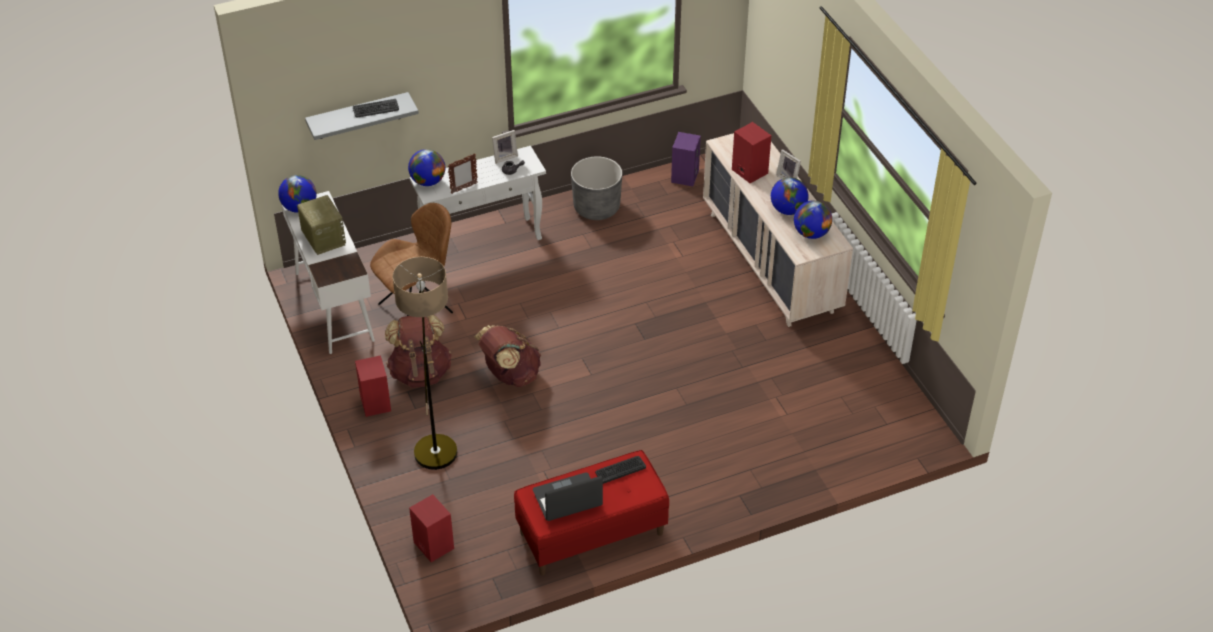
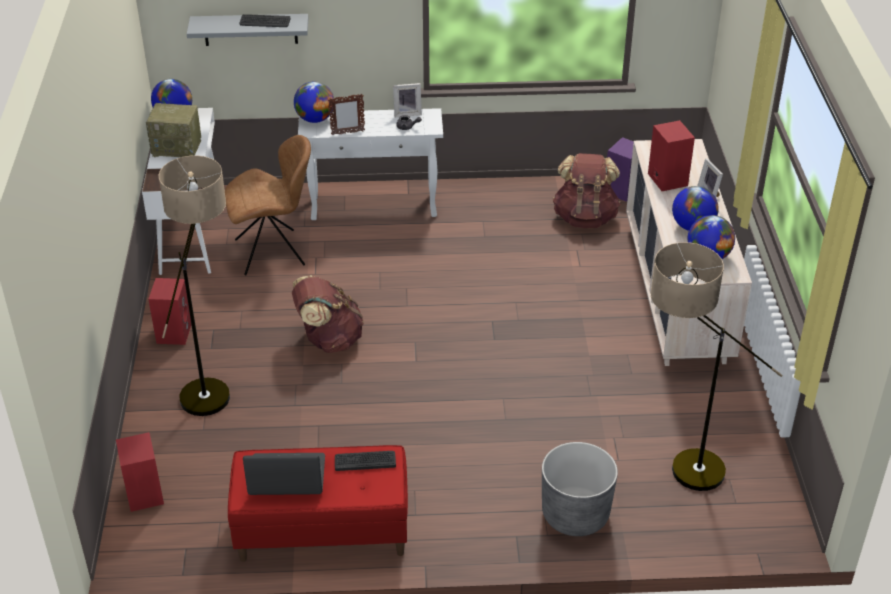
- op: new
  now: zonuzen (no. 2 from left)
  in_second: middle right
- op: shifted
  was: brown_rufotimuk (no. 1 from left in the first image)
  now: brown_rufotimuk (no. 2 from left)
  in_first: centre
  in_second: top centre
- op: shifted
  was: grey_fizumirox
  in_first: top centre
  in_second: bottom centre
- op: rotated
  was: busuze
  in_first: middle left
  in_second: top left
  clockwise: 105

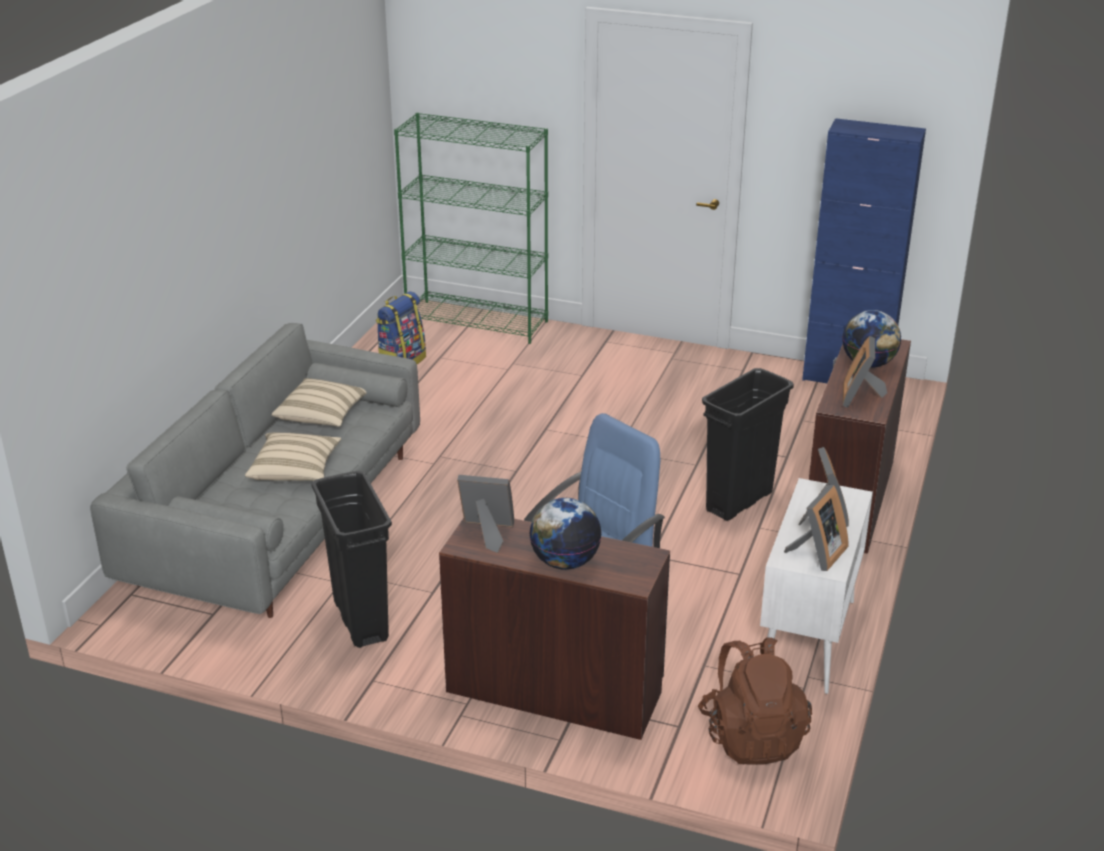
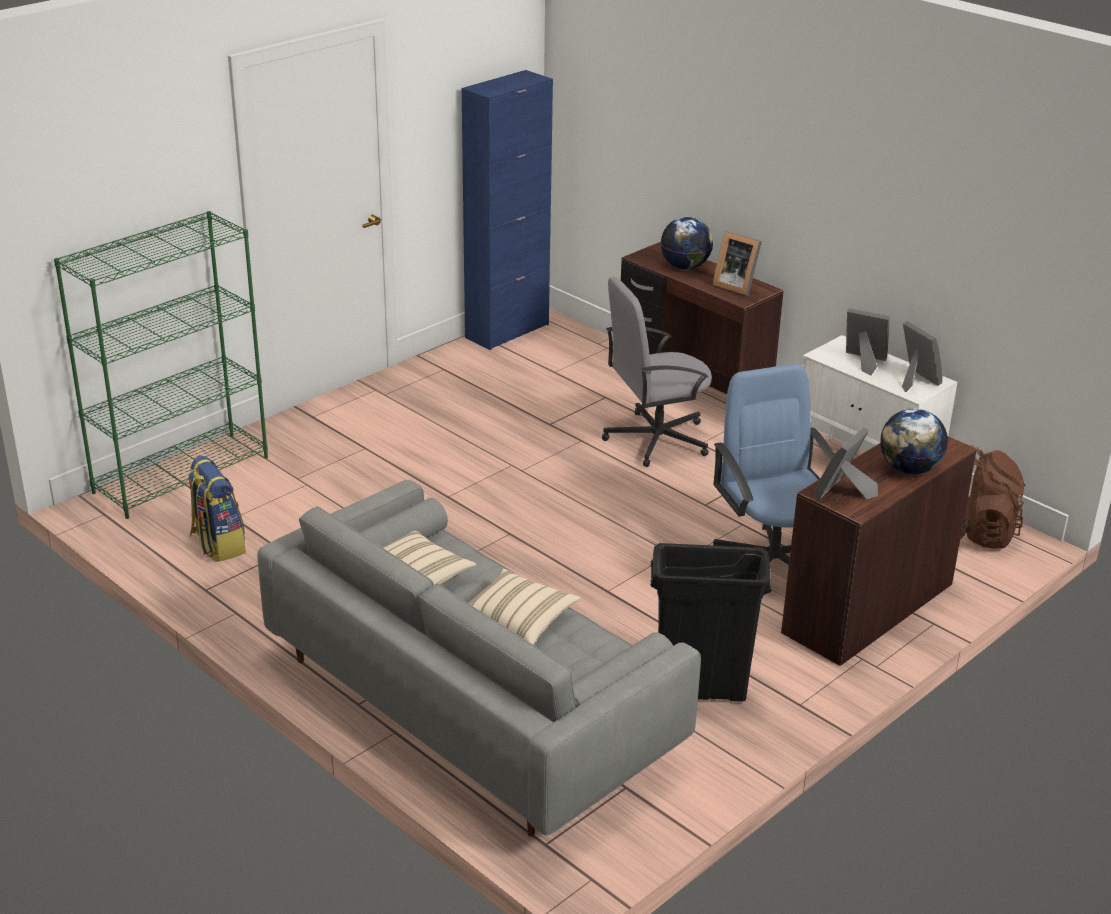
- op: swapped
  was: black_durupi (no. 2 from left)
  now: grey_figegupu
  in_first: middle right
  in_second: centre

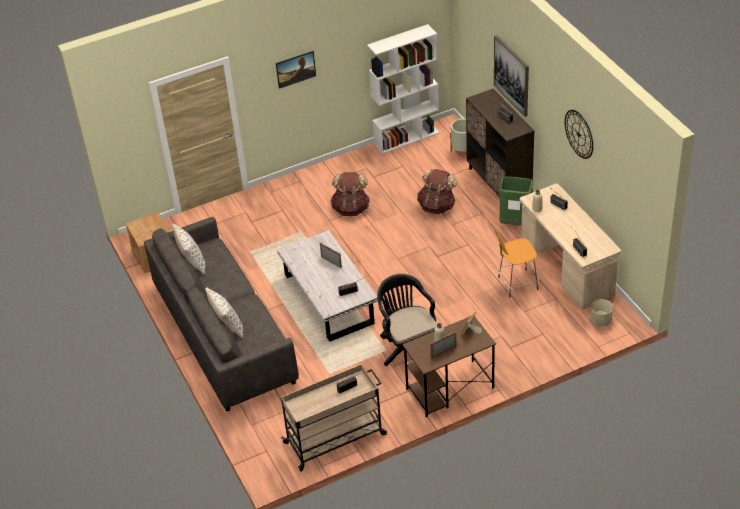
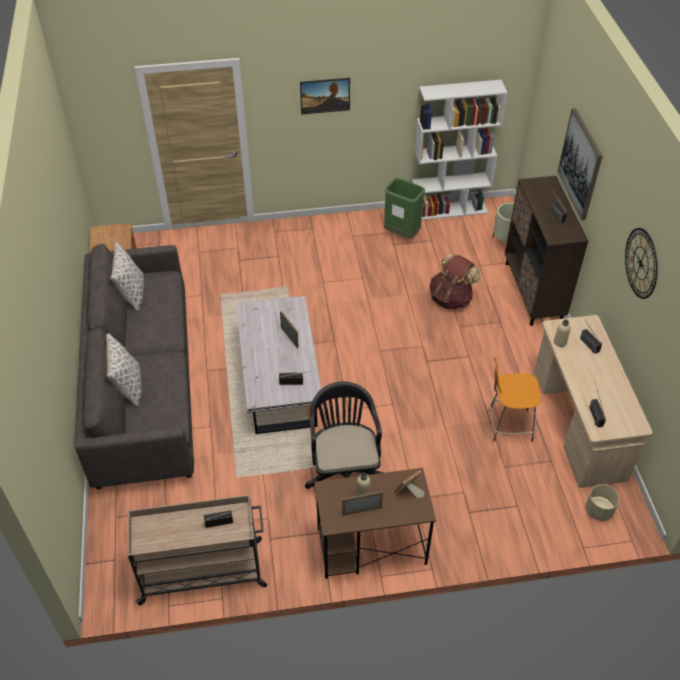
- op: gone
  was: brown_rufotimuk (no. 1 from left)
  in_first: centre
- op: shifted
  was: green_durupi
  in_first: middle right
  in_second: top centre

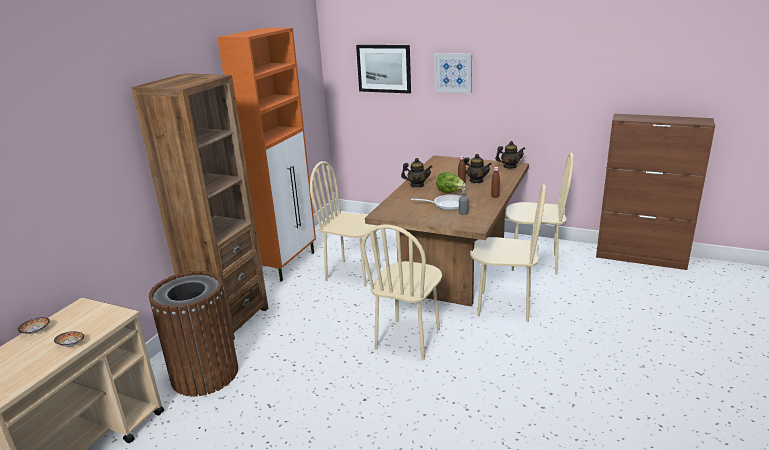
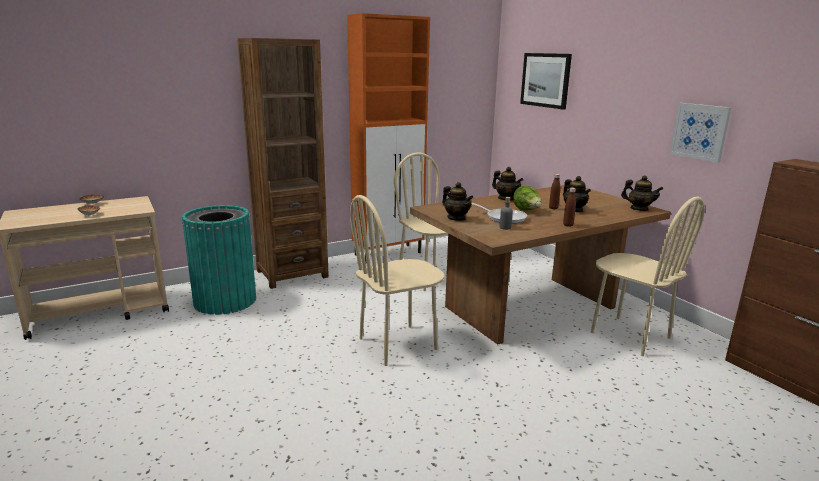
- op: gone
  was: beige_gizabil (no. 3 from left)
  in_first: centre
- op: new
  now: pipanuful (no. 1 from left)
  in_second: centre
- op: shifted
  was: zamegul (no. 2 from left)
  in_first: top centre
  in_second: top right
- op: repainted
  was: brown_durupi
  now: turquoise_durupi
  in_first: bottom left
  in_second: middle left

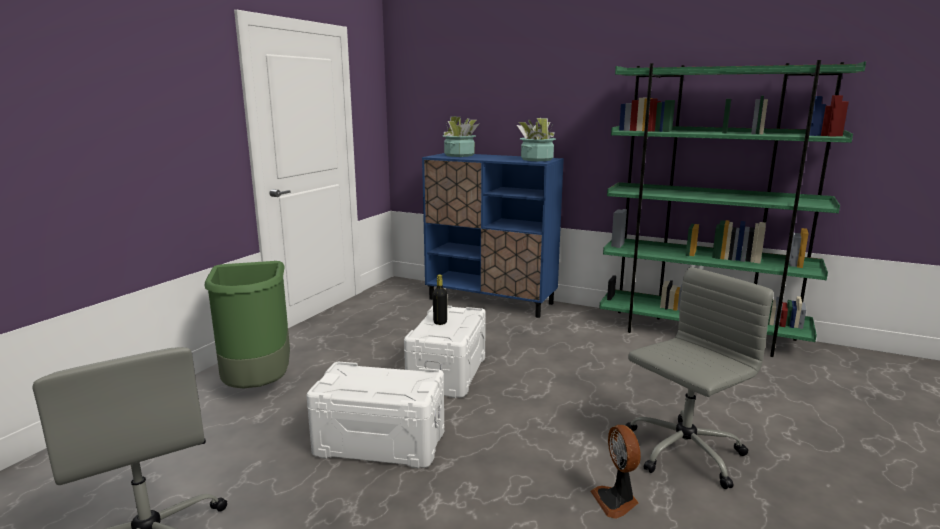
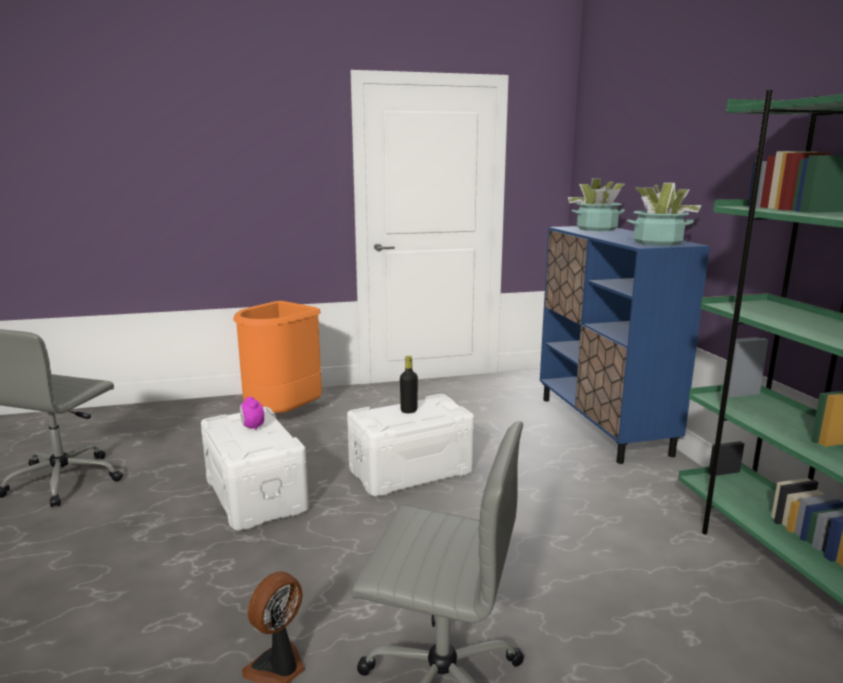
- op: new
  now: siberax
  in_second: middle left
- op: repainted
  was: green_durupi
  now: orange_durupi
  in_first: middle left
  in_second: middle left

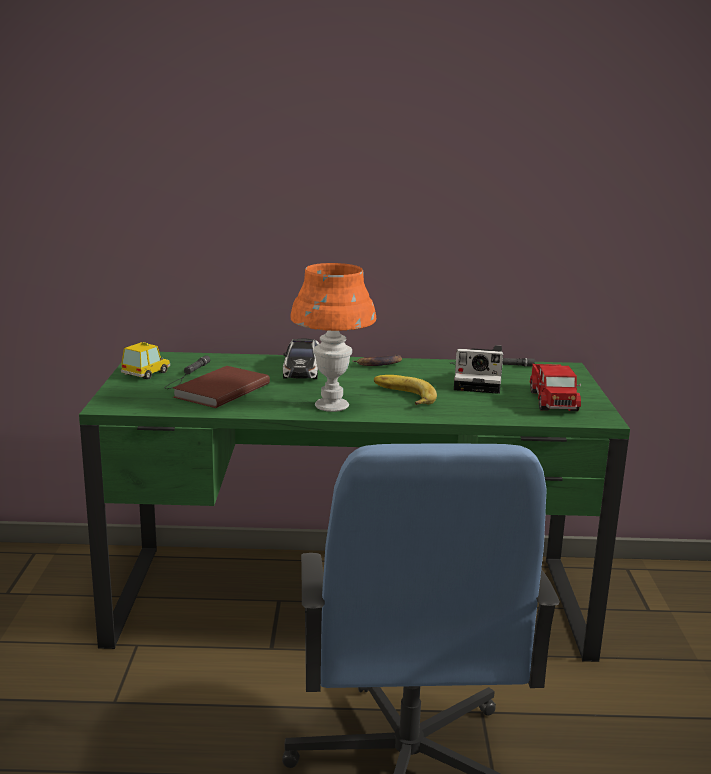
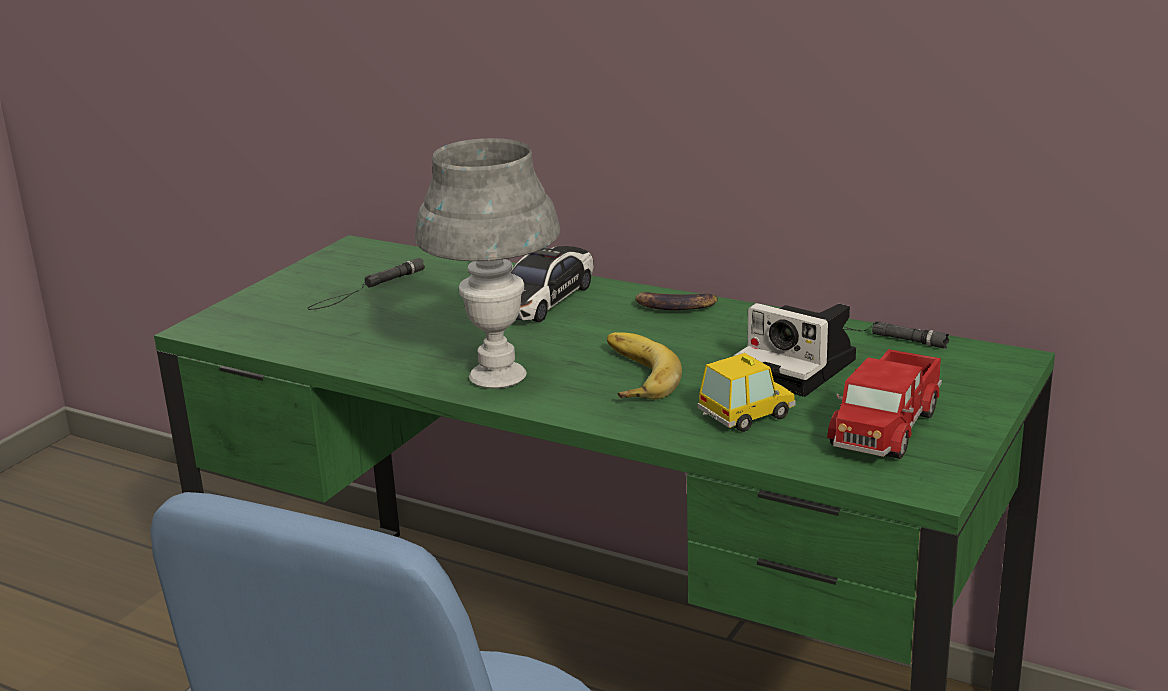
- op: gone
  was: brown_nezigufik
  in_first: middle left
- op: shifted
  was: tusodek (no. 1 from left in the first image)
  now: tusodek (no. 2 from left)
  in_first: middle left
  in_second: centre
- op: repainted
  was: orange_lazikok
  now: grey_lazikok
  in_first: centre
  in_second: centre

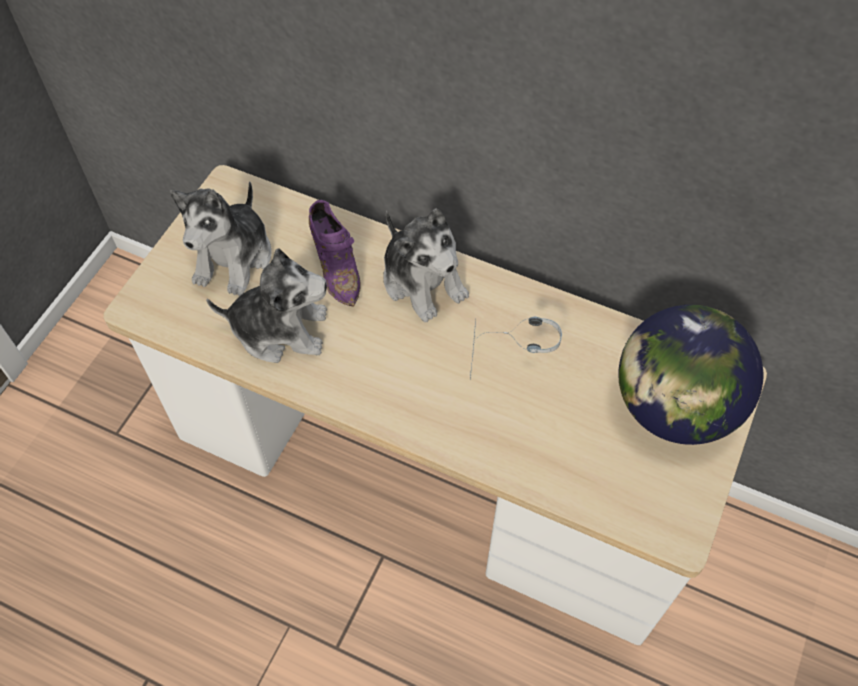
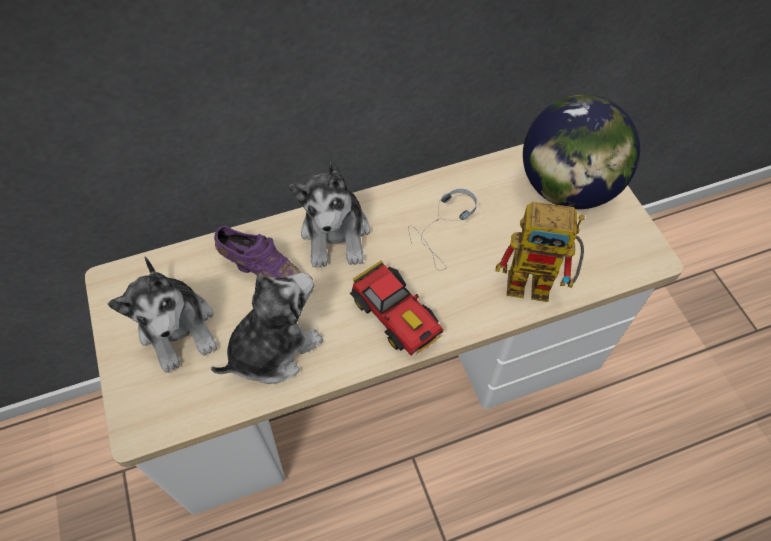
- op: new
  now: tusodek
  in_second: centre
- op: new
  now: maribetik
  in_second: middle right
- op: rotated
  was: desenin (no. 3 from left)
  in_first: centre
  in_second: centre
  clockwise: 75

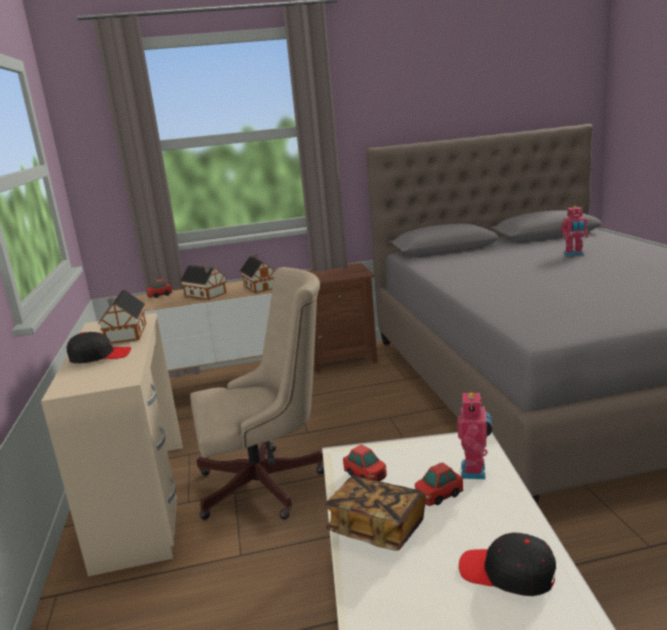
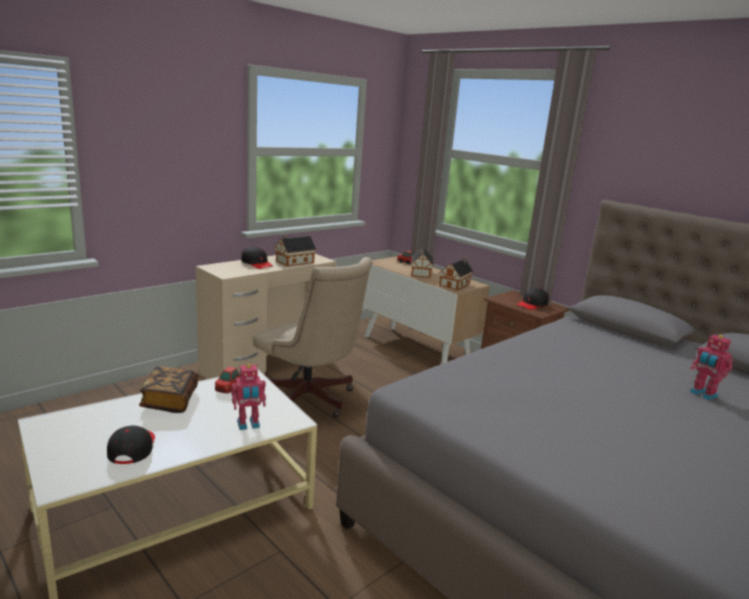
- op: gone
  was: tusodek (no. 3 from left)
  in_first: bottom centre
- op: new
  now: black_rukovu (no. 3 from left)
  in_second: middle right

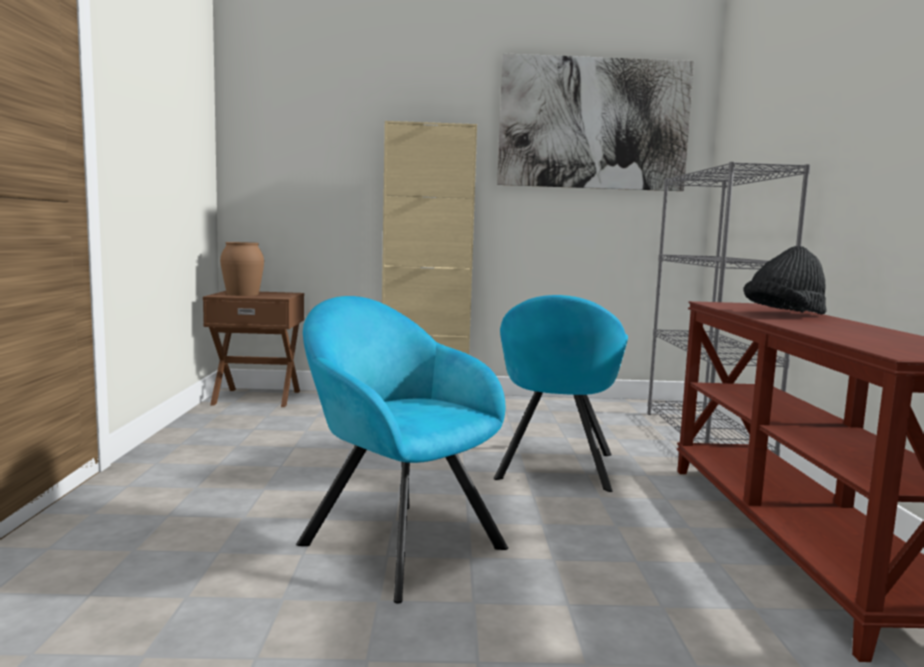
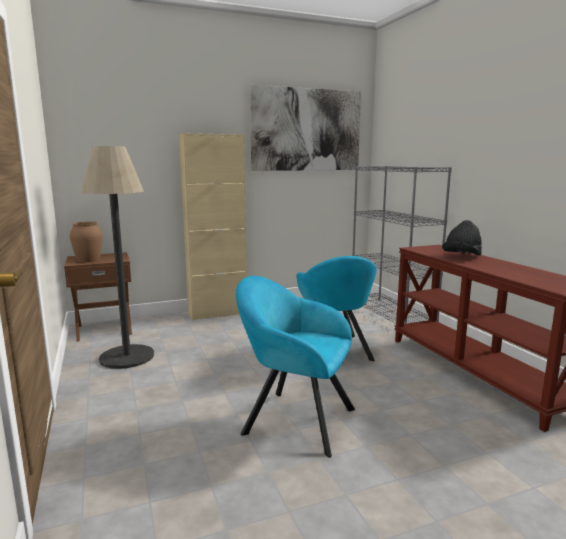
- op: new
  now: zonuzen
  in_second: middle left

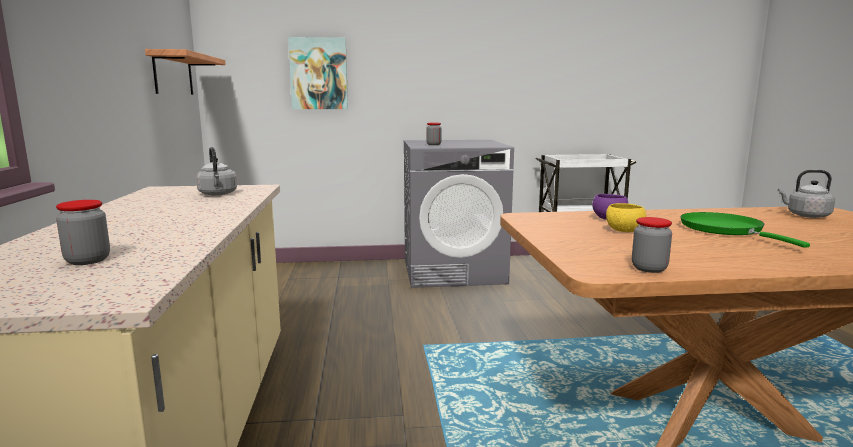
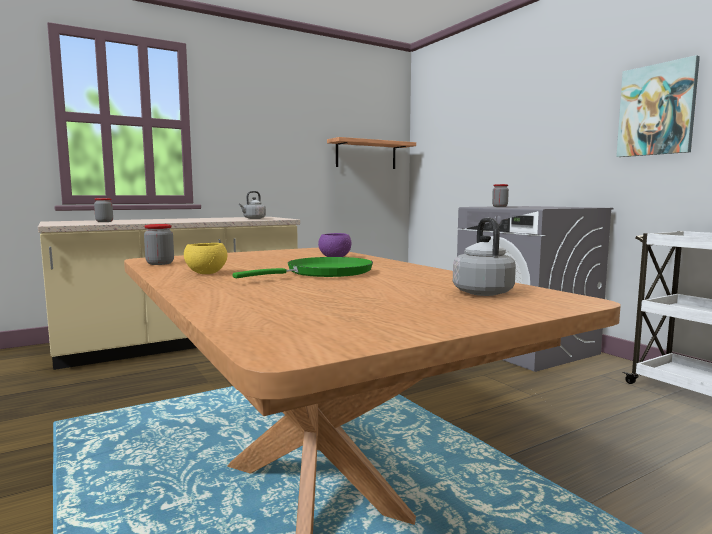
- op: shifted
  was: zamegul
  in_first: top centre
  in_second: top right
- op: shifted
  was: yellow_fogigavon
  in_first: middle right
  in_second: middle left

